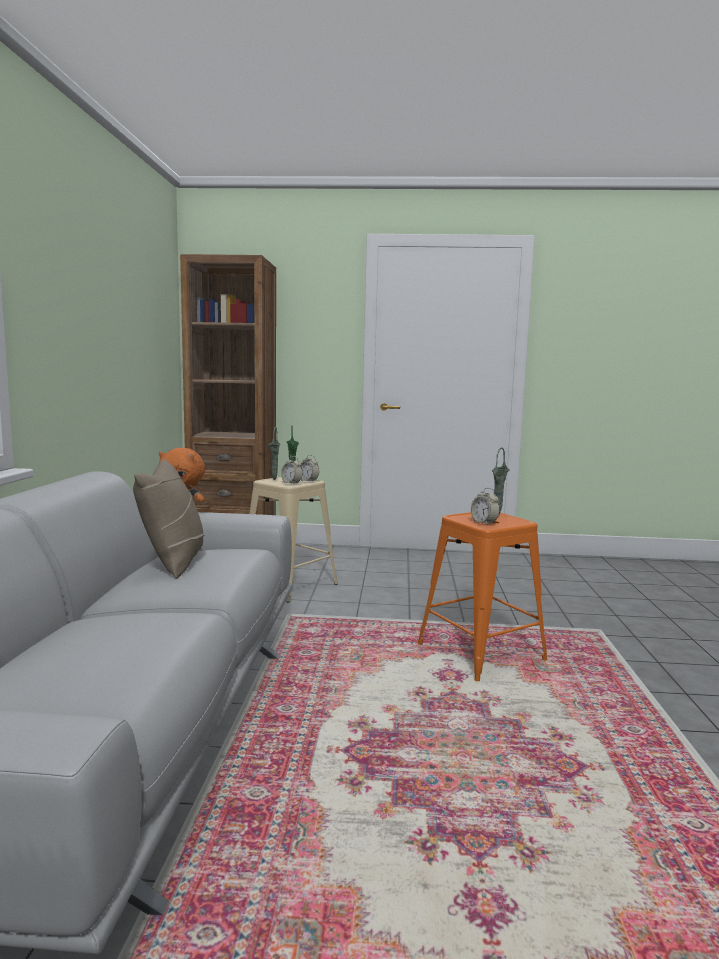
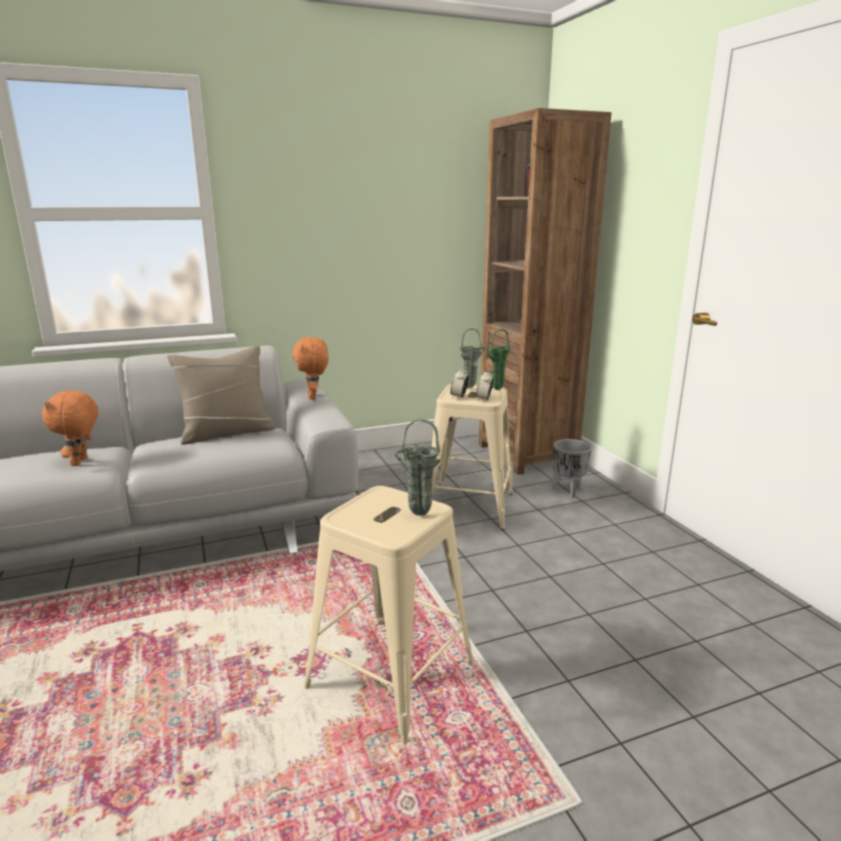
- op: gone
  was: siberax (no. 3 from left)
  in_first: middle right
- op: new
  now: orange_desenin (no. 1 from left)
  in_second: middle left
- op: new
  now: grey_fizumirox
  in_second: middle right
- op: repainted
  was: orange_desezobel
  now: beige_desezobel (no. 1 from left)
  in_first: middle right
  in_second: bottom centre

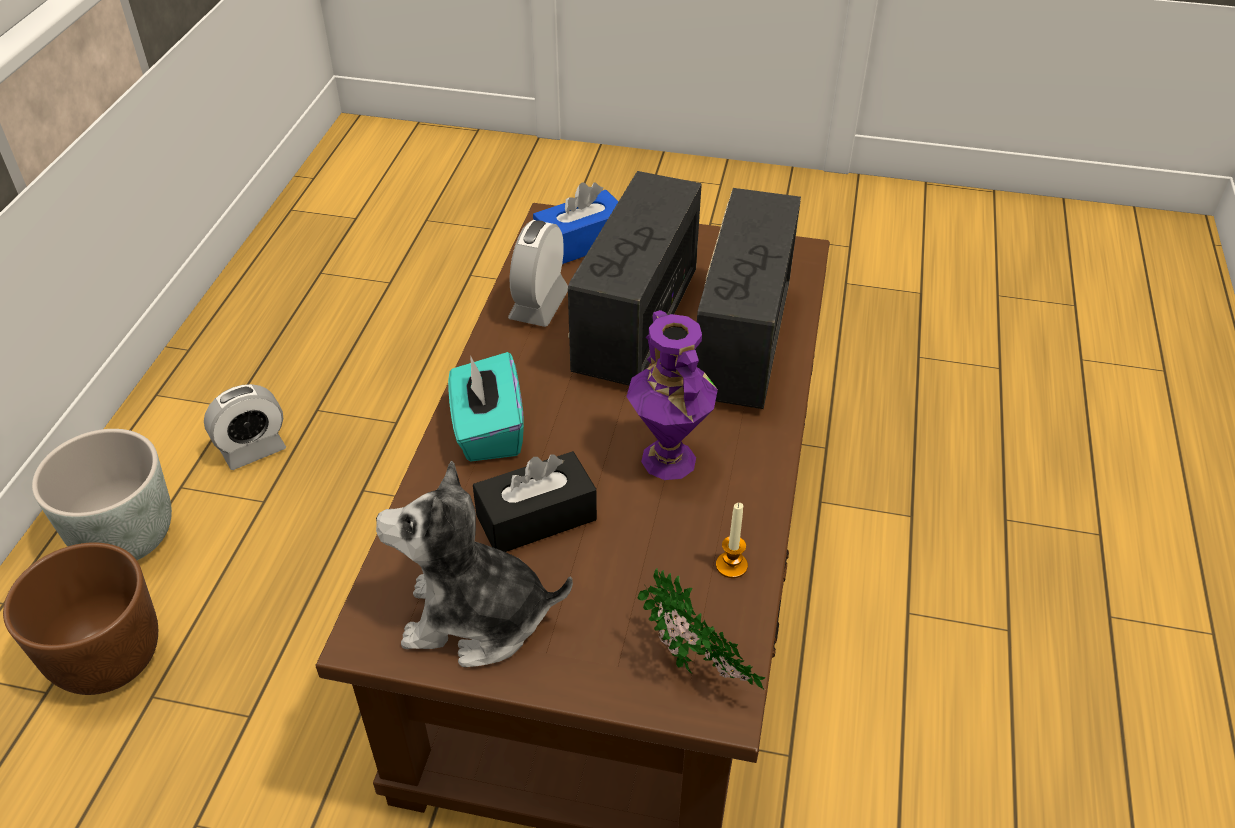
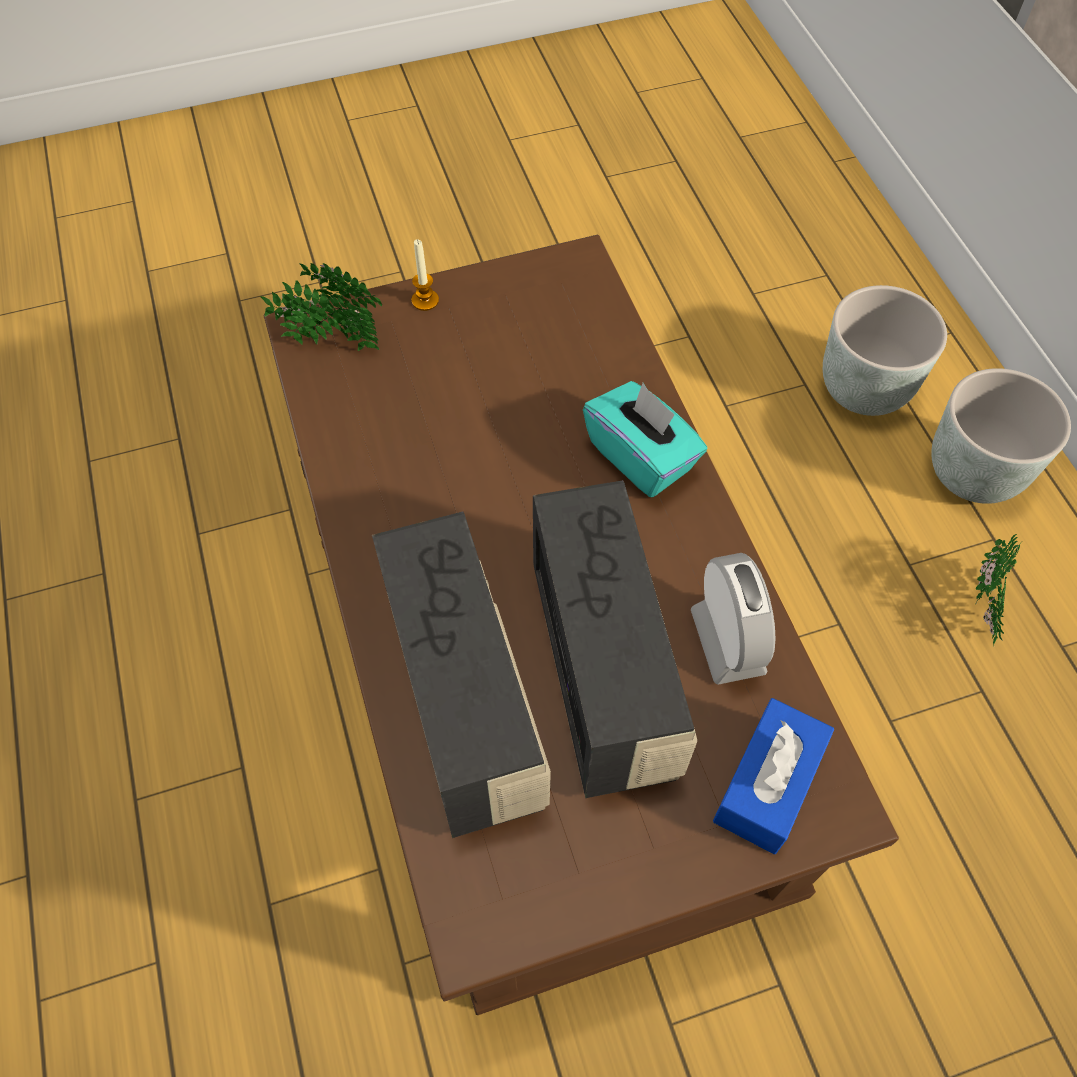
- op: gone
  was: desenin
  in_first: bottom centre
- op: gone
  was: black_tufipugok
  in_first: centre
- op: gone
  was: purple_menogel
  in_first: centre
- op: shifted
  was: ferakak
  in_first: centre
  in_second: top centre
- op: swapped
  was: siberax (no. 1 from left)
  now: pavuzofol (no. 2 from left)
  in_first: middle left
  in_second: middle right
- op: repainted
  was: brown_fizumirox
  now: grey_fizumirox (no. 1 from left)
  in_first: bottom left
  in_second: top right

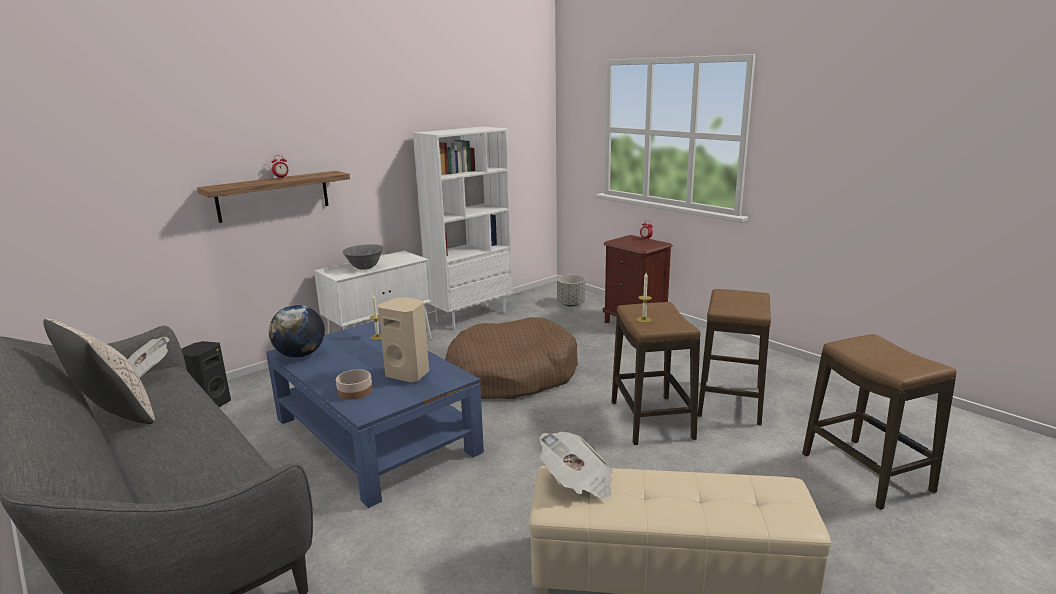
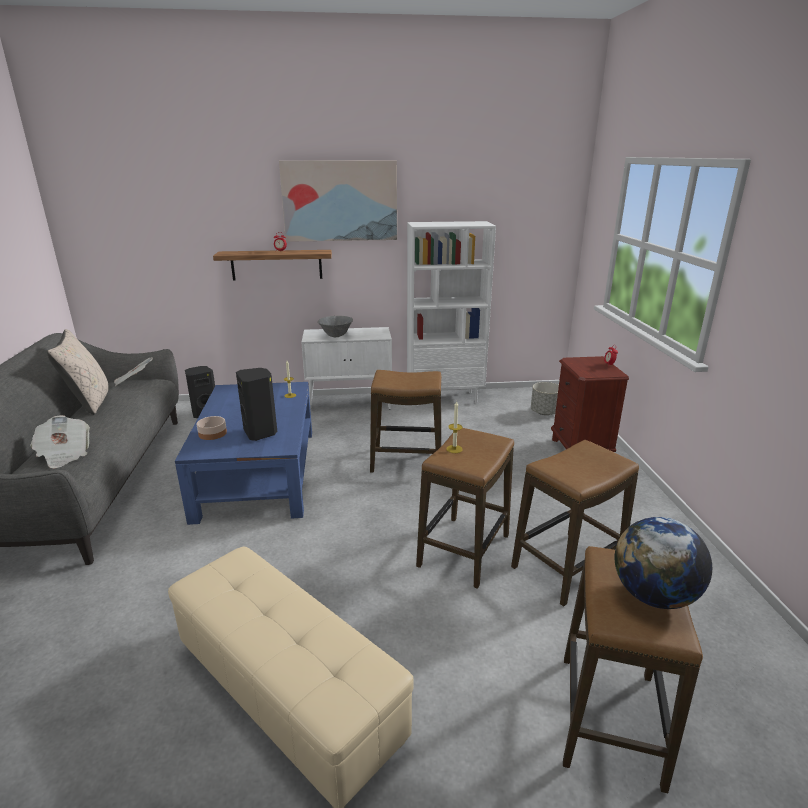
- op: new
  now: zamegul
  in_second: top centre
- op: shifted
  was: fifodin
  in_first: middle left
  in_second: bottom right
- op: shifted
  was: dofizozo (no. 2 from left in the first image)
  now: dofizozo (no. 1 from left)
  in_first: bottom centre
  in_second: middle left
- op: swapped
  was: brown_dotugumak
  now: desezobel (no. 1 from left)
  in_first: centre
  in_second: centre
- op: repainted
  was: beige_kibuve
  now: black_kibuve (no. 2 from left)
  in_first: centre
  in_second: middle left

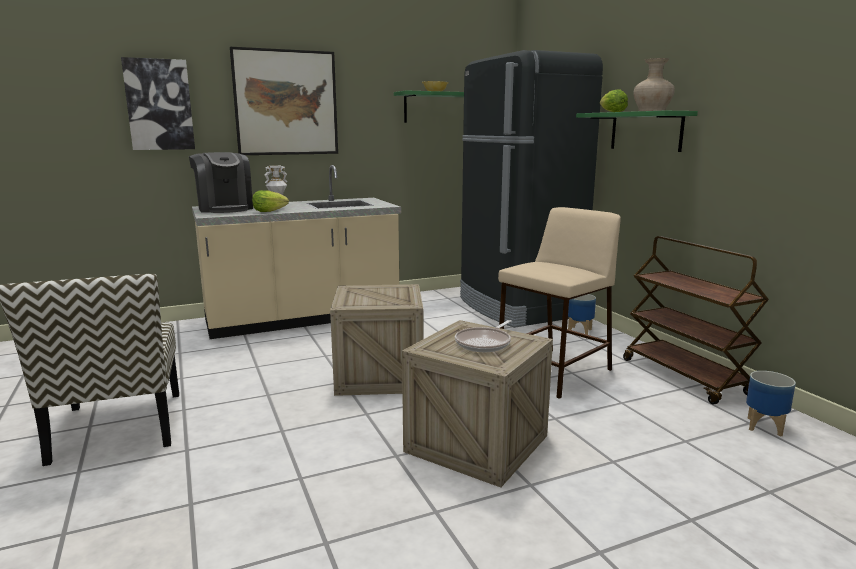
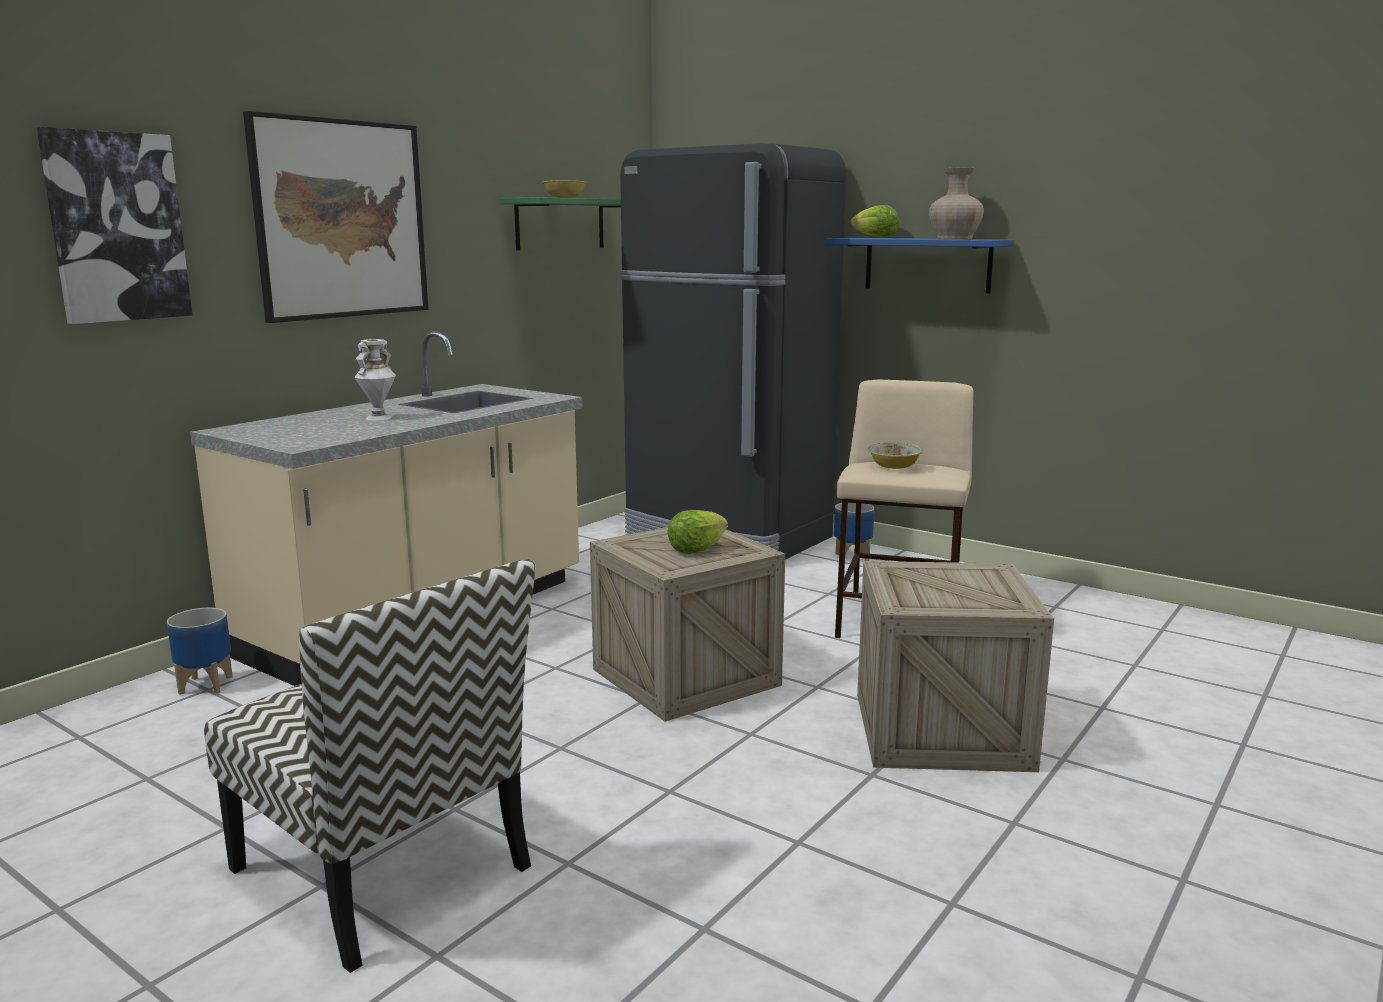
- op: gone
  was: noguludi
  in_first: top left
- op: gone
  was: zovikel
  in_first: centre
- op: gone
  was: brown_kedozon
  in_first: middle right
- op: new
  now: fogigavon (no. 2 from left)
  in_second: centre
- op: shifted
  was: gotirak (no. 1 from left)
  in_first: middle left
  in_second: centre
- op: shifted
  was: fizumirox (no. 2 from left in the first image)
  now: fizumirox (no. 1 from left)
  in_first: bottom right
  in_second: middle left
- op: repainted
  was: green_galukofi (no. 2 from left)
  now: blue_galukofi
  in_first: top right
  in_second: top centre

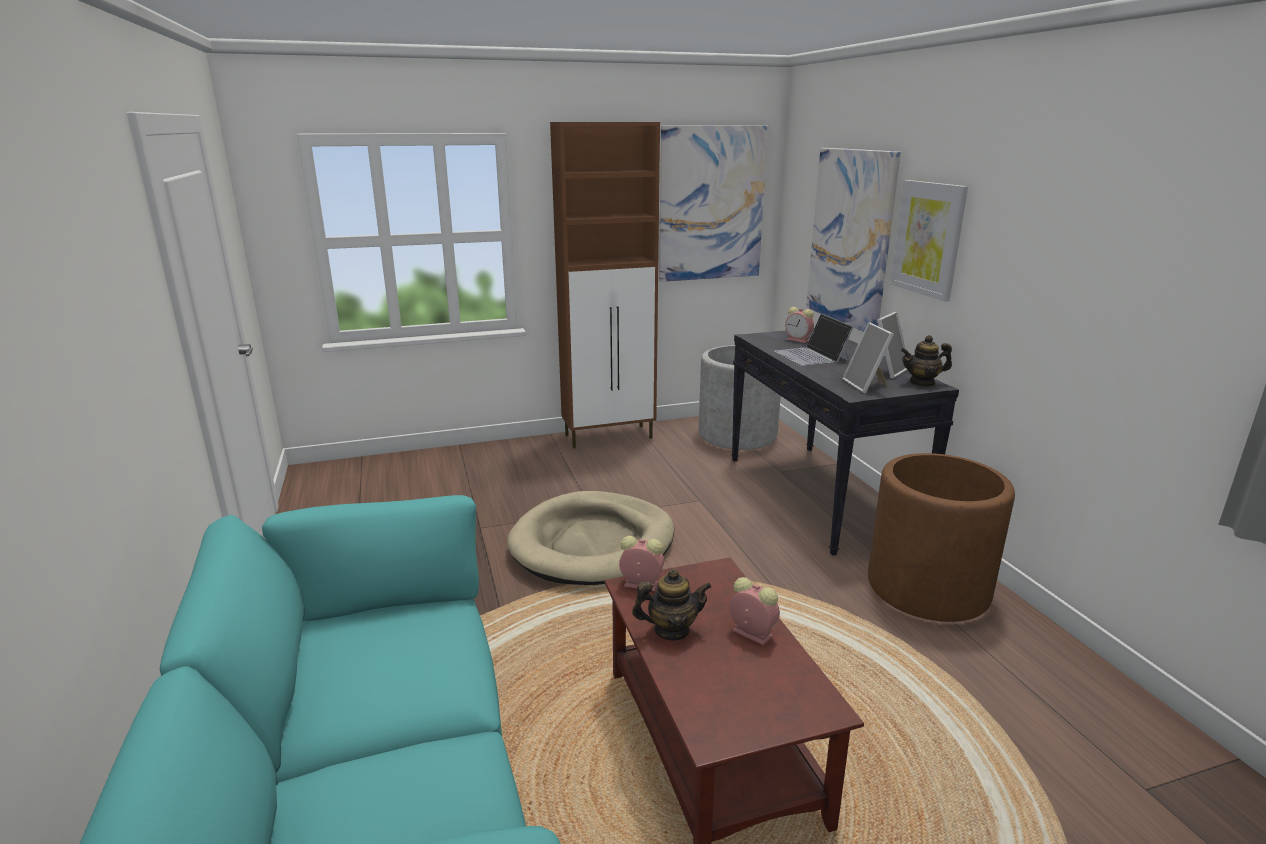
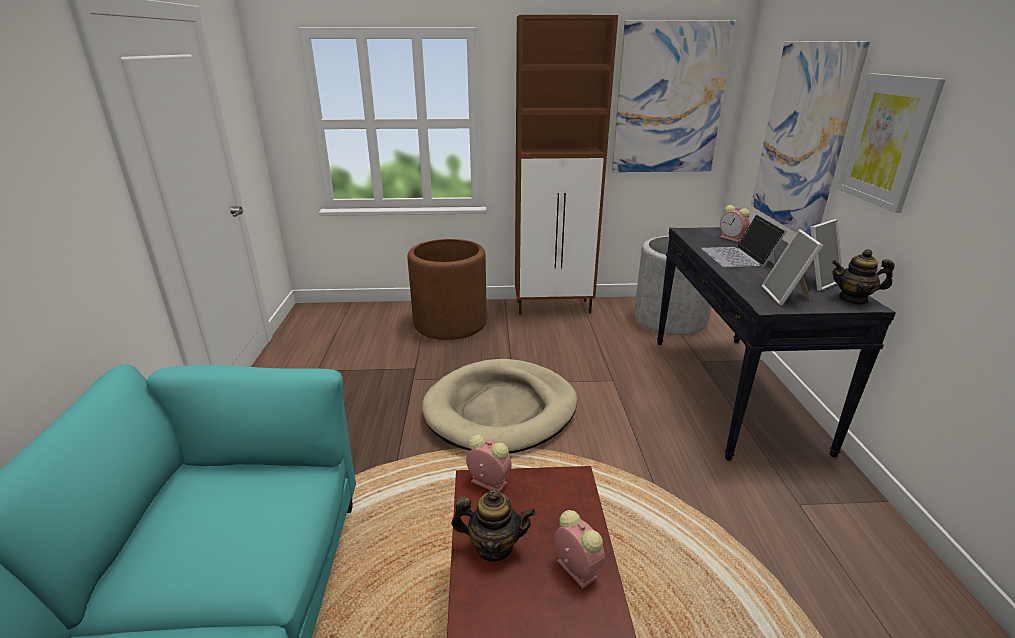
- op: shifted
  was: brown_fizumirox
  in_first: middle right
  in_second: centre

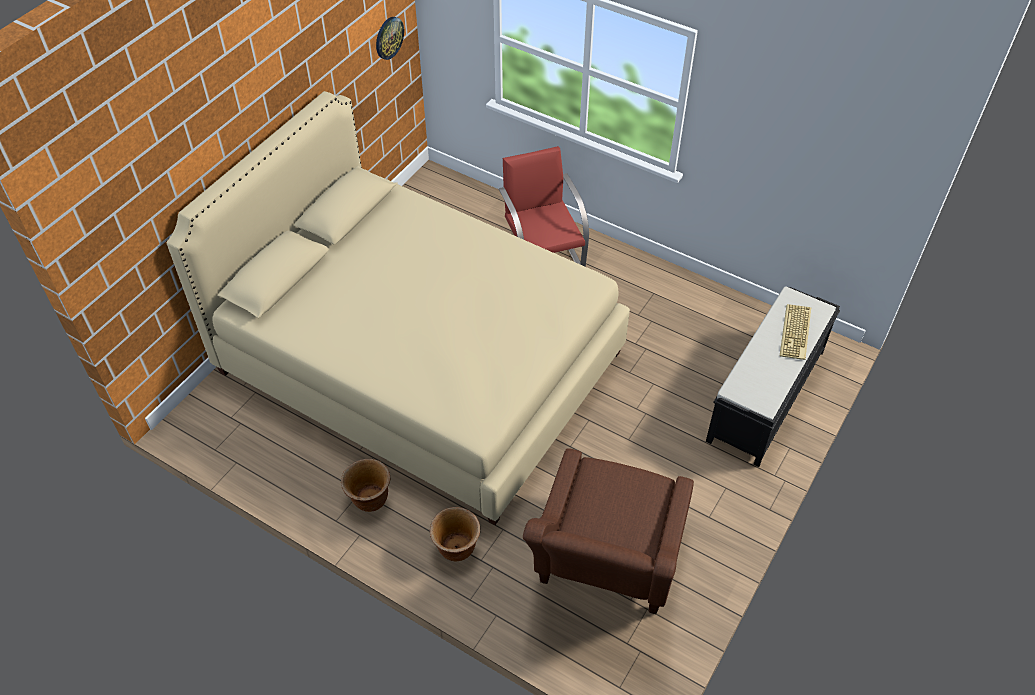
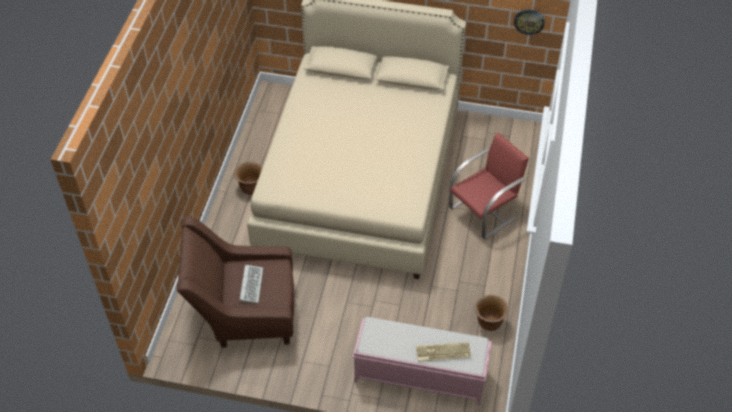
- op: new
  now: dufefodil (no. 1 from left)
  in_second: bottom centre
- op: shifted
  was: brown_fizumirox (no. 2 from left)
  in_first: bottom centre
  in_second: bottom right
- op: repainted
  was: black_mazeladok
  now: pink_mazeladok
  in_first: middle right
  in_second: bottom centre

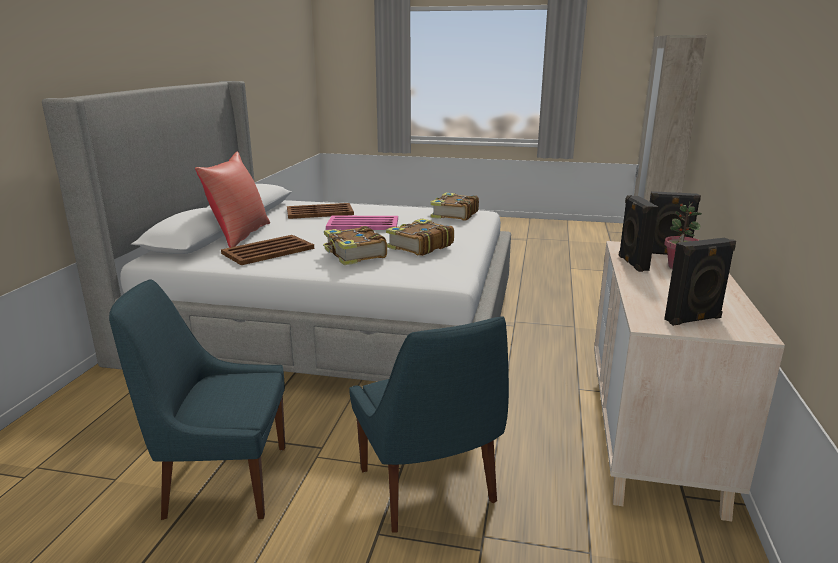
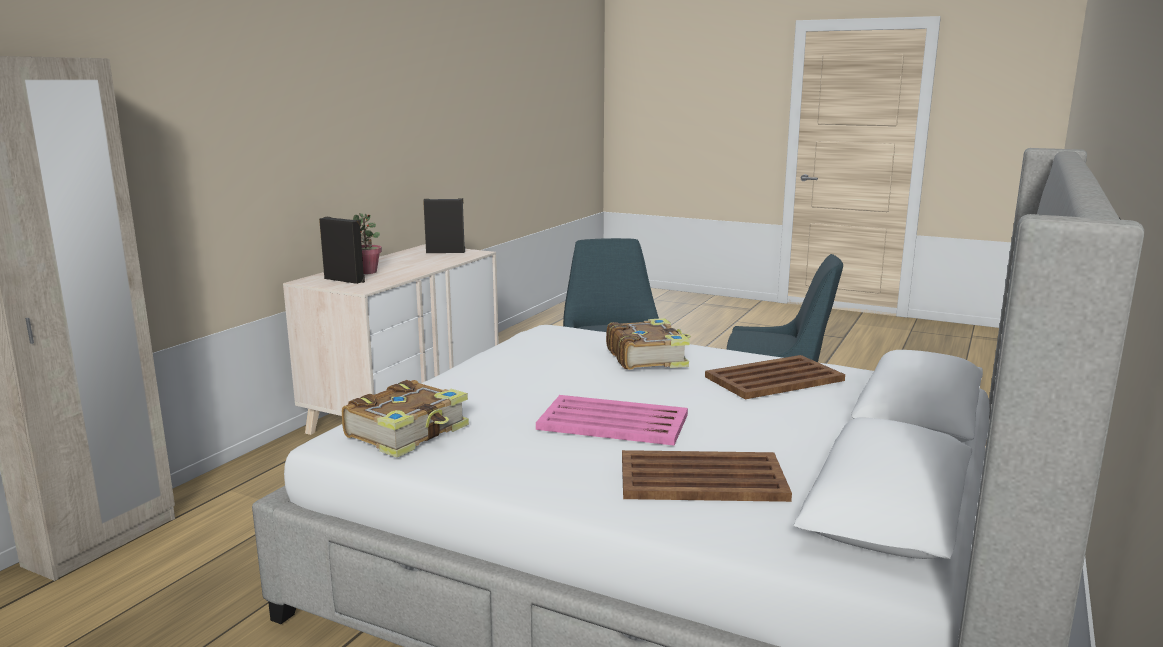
- op: gone
  was: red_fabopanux
  in_first: middle left
- op: gone
  was: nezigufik (no. 2 from left)
  in_first: centre
- op: gone
  was: black_kibuve (no. 1 from left)
  in_first: middle right

